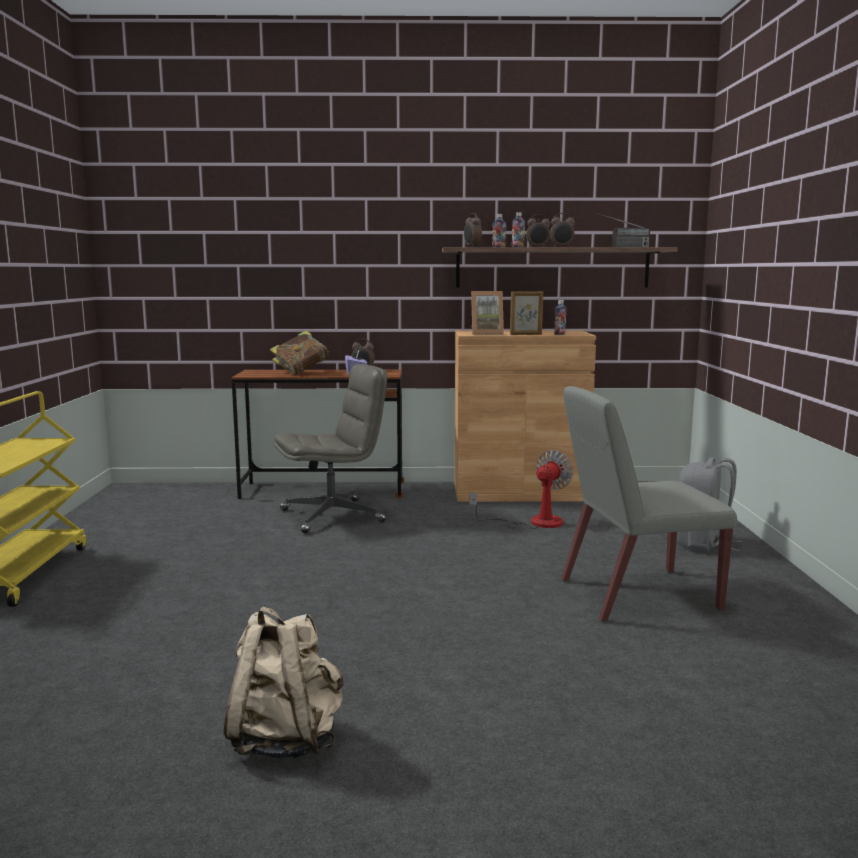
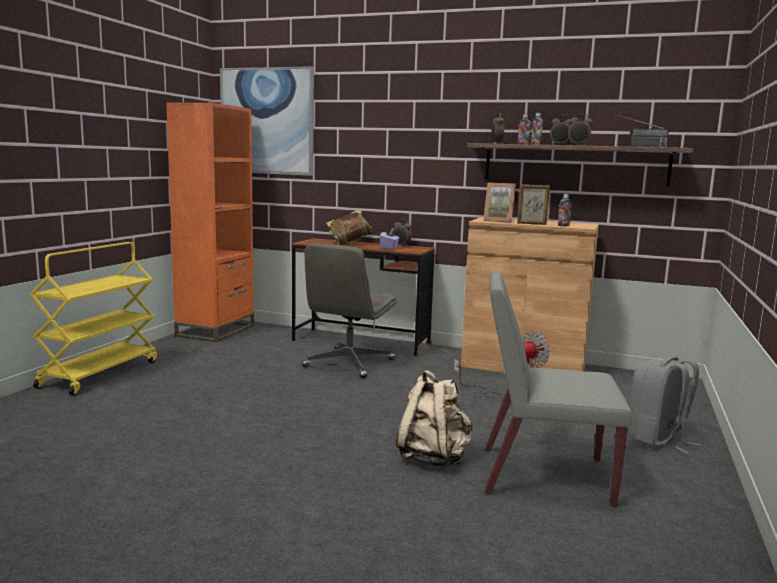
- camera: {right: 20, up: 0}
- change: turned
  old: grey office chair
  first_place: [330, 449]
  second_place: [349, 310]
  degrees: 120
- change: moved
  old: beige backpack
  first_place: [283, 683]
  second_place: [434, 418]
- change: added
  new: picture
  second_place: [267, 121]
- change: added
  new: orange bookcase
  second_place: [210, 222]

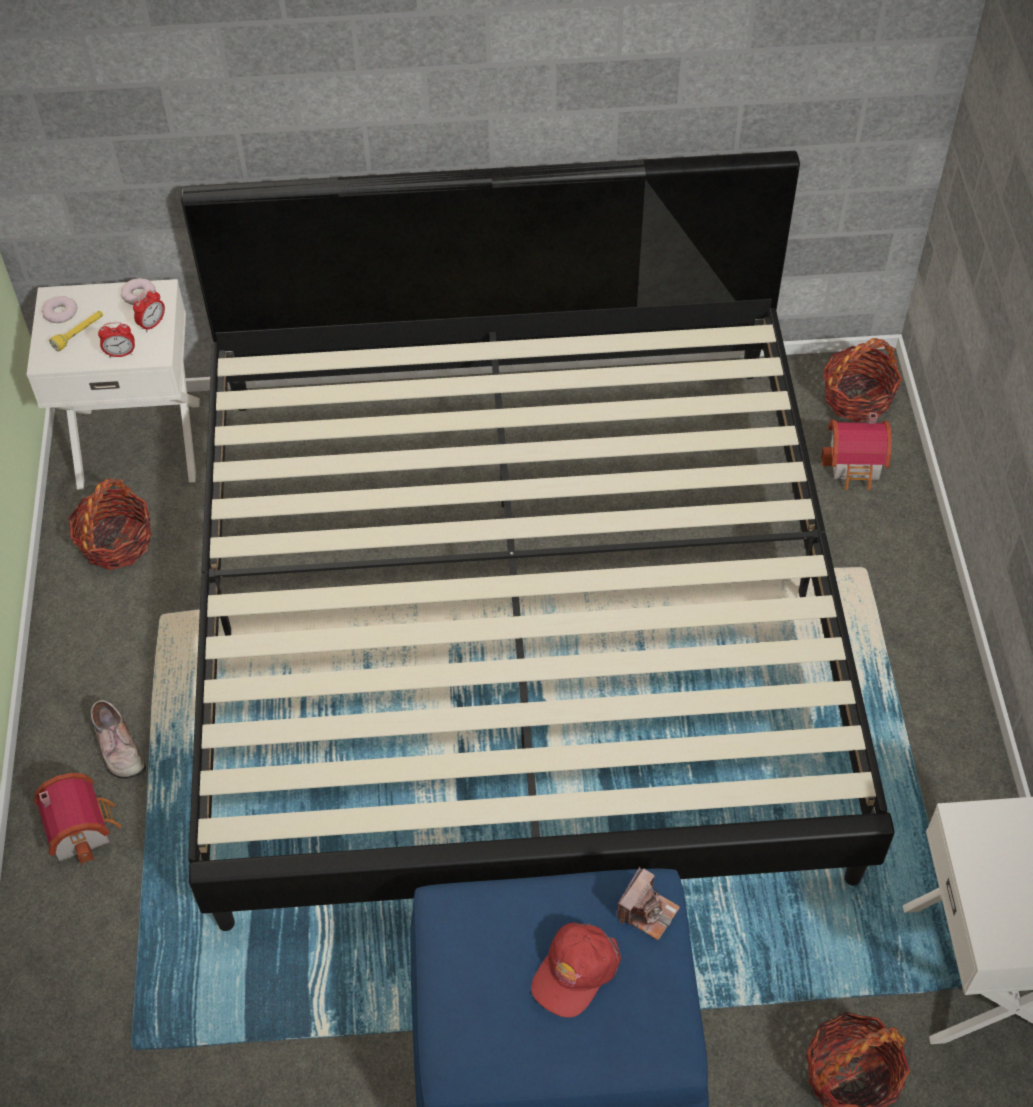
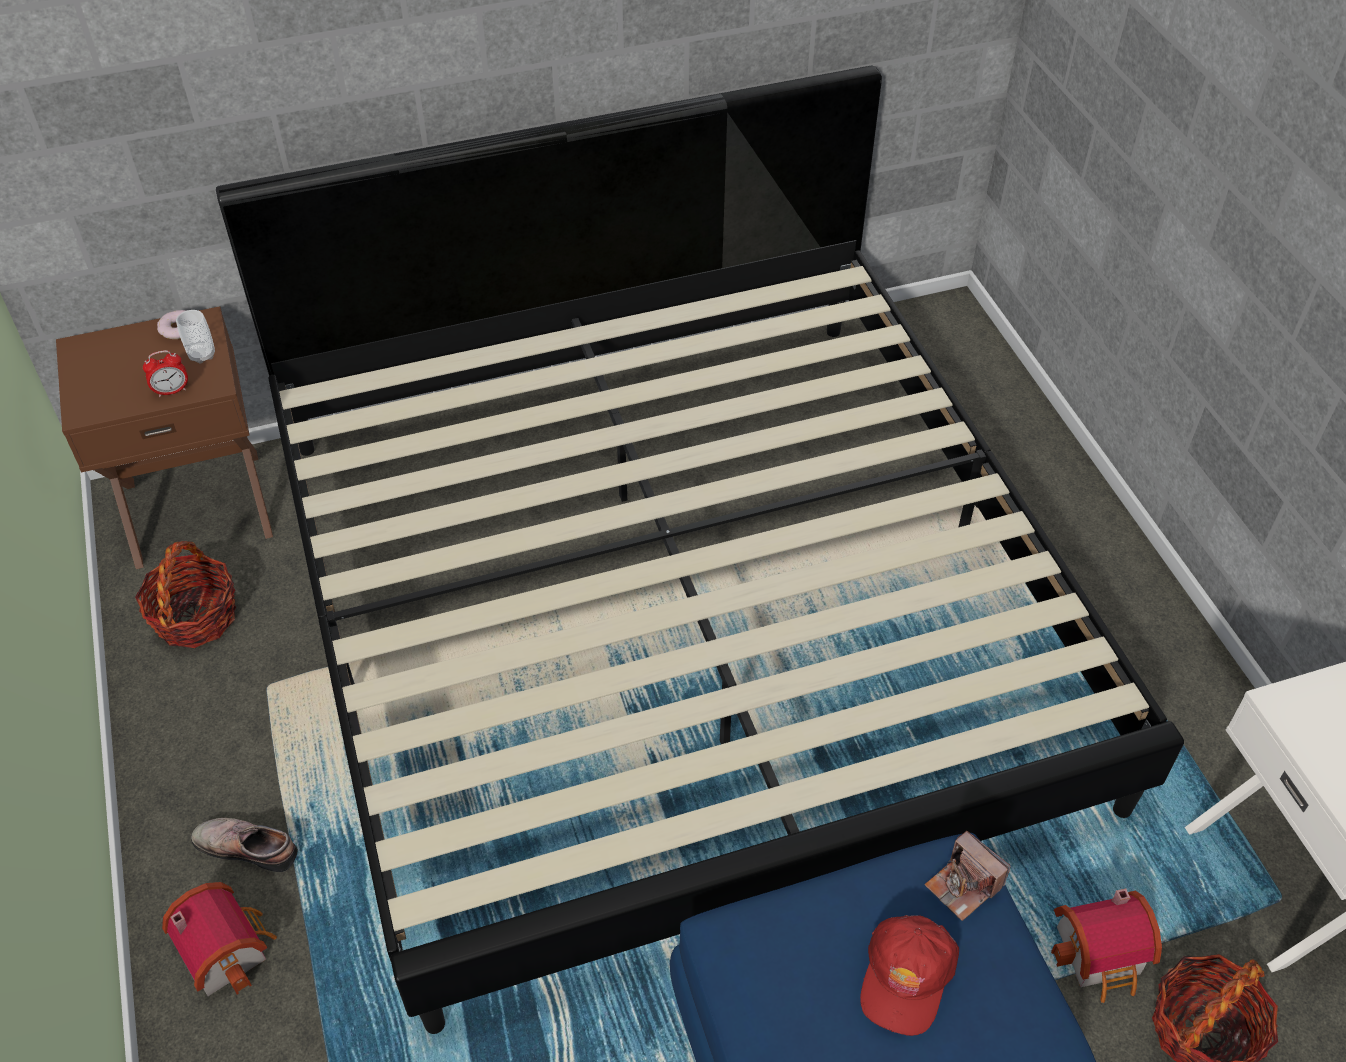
- camera: {right: -15, up: -5}
- change: recoloured
  old: white nightstand
  new: brown nightstand
  first_place: [113, 384]
  second_place: [164, 437]
- change: replaced
  old: alarm clock
  new: cup
  first_place: [149, 310]
  second_place: [195, 337]
- change: removed
  old: donut
  first_place: [60, 309]
- change: removed
  old: yellow flashlight
  first_place: [76, 331]
- change: removed
  old: basket
  first_place: [862, 380]
- change: moved
  old: toy house
  first_place: [856, 451]
  second_place: [1106, 946]
- change: turned
  old: shoe
  first_place: [118, 739]
  second_place: [244, 845]
  degrees: 150
- change: turned
  old: photo camera
  first_place: [648, 903]
  second_place: [967, 876]
  degrees: 120

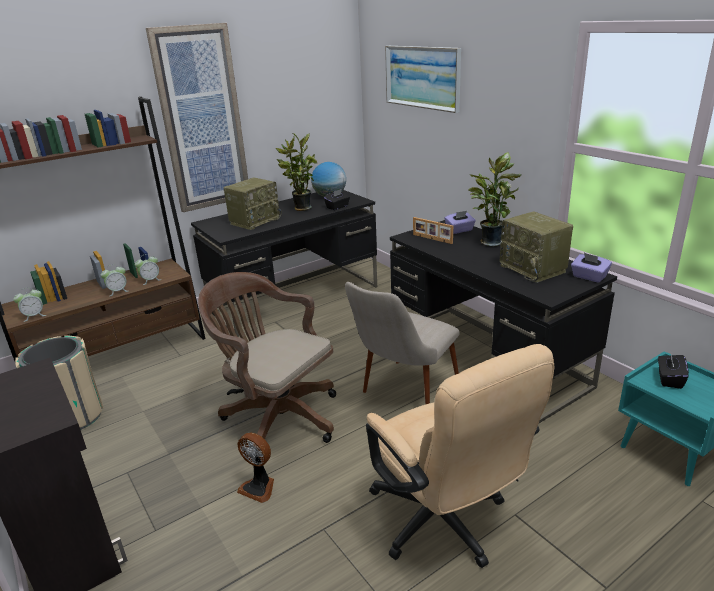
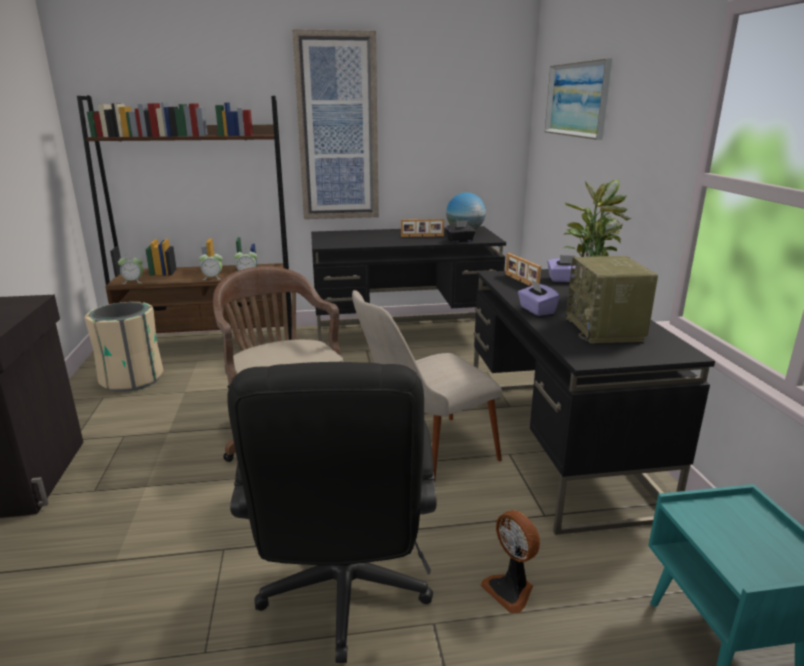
- camera: {right: 25, up: -5}
- change: replaced
  old: potted plant
  new: picture frame
  first_place: [296, 172]
  second_place: [422, 228]
- change: removed
  old: radio
  first_place: [253, 204]
- change: moved
  old: purple tissue box
  first_place: [591, 268]
  second_place: [539, 298]
- change: recoloured
  old: beige office chair
  new: black office chair
  first_place: [460, 456]
  second_place: [332, 512]
- change: removed
  old: black tissue box
  first_place: [673, 371]
- change: moved
  old: fan
  first_place: [255, 468]
  second_place: [510, 561]

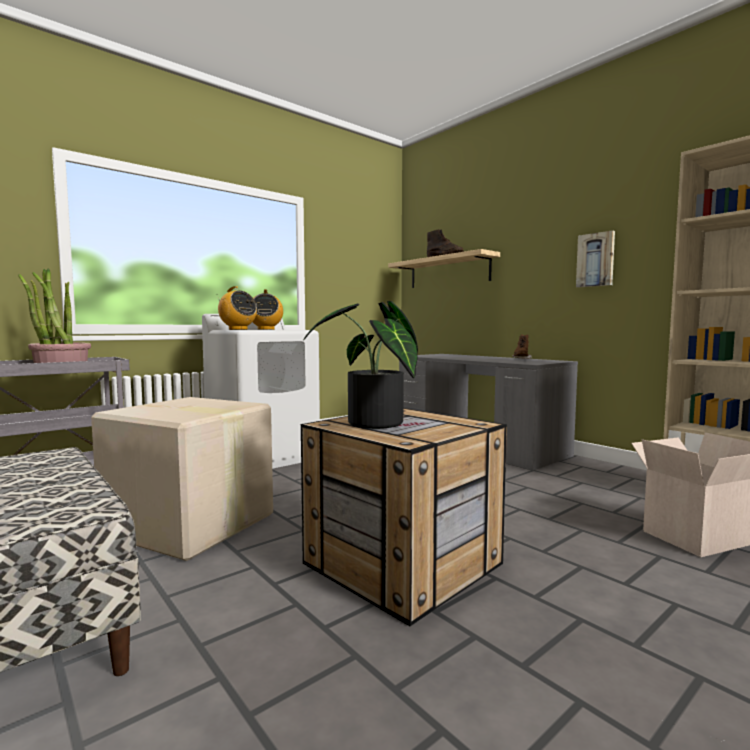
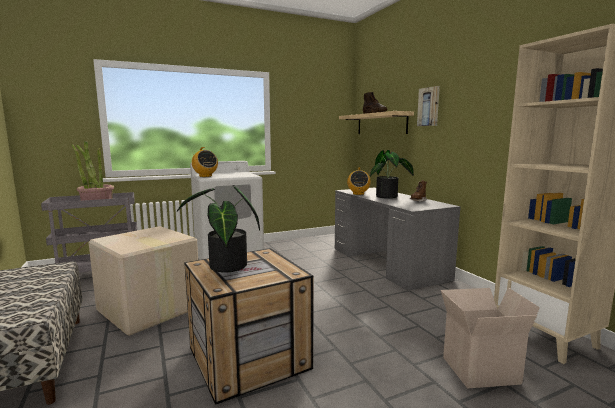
- camera: {right: 15, up: 5}
- change: moved
  old: picture
  first_place: [595, 258]
  second_place: [428, 106]
- change: moved
  old: radio
  first_place: [268, 310]
  second_place: [359, 181]
- change: added
  new: potted plant
  second_place: [392, 174]

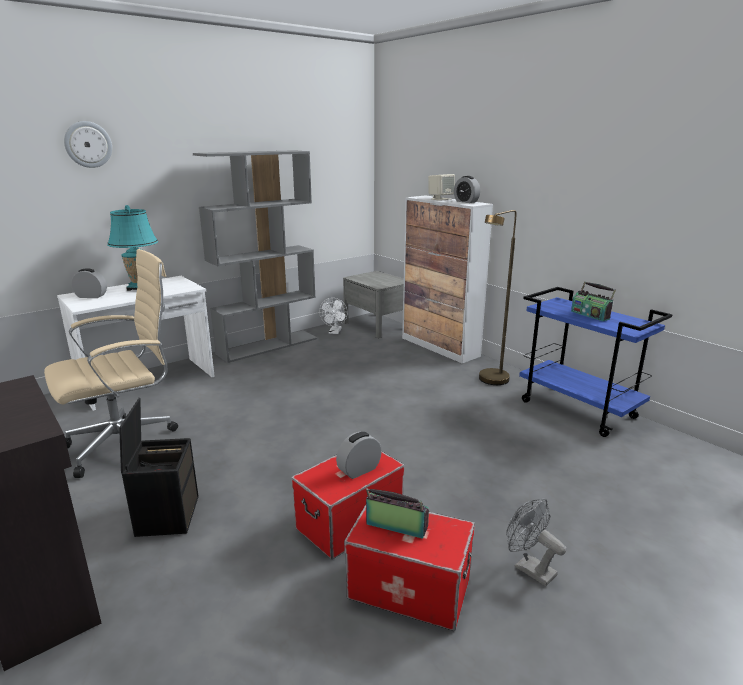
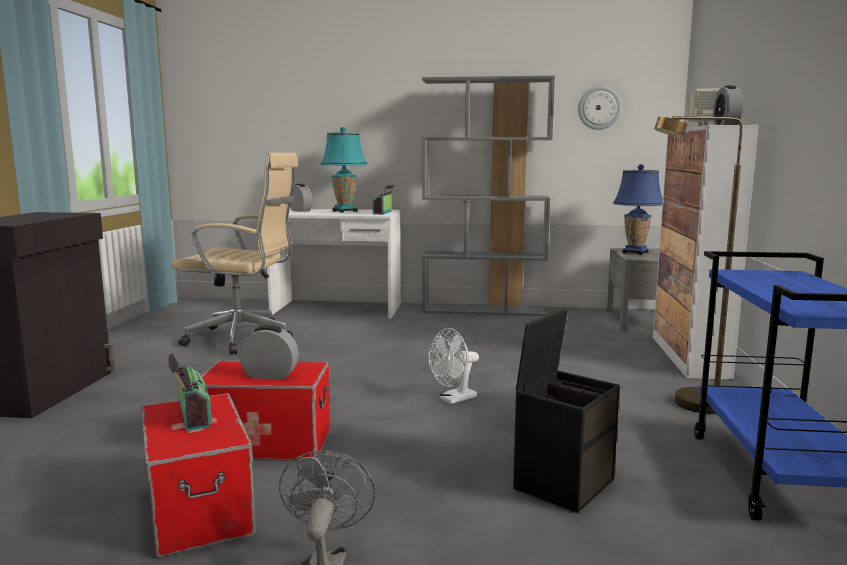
- camera: {right: 45, up: -10}
- change: moved
  old: wall clock
  first_place: [88, 144]
  second_place: [600, 108]
- change: moved
  old: radio
  first_place: [593, 301]
  second_place: [383, 200]
- change: moved
  old: white fan
  first_place: [333, 316]
  second_place: [453, 366]
- change: moved
  old: black storage box
  first_place: [159, 467]
  second_place: [566, 410]
- change: added
  new: blue table lamp
  second_place: [638, 209]

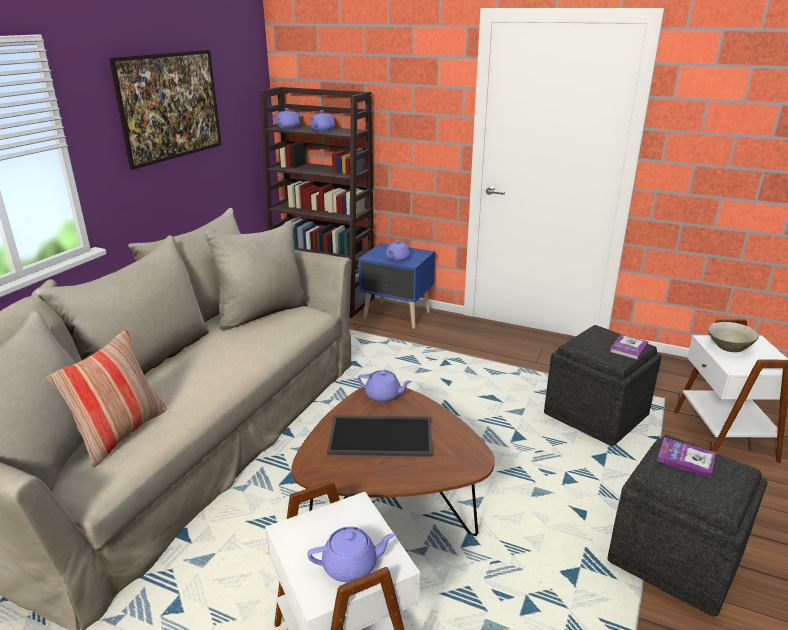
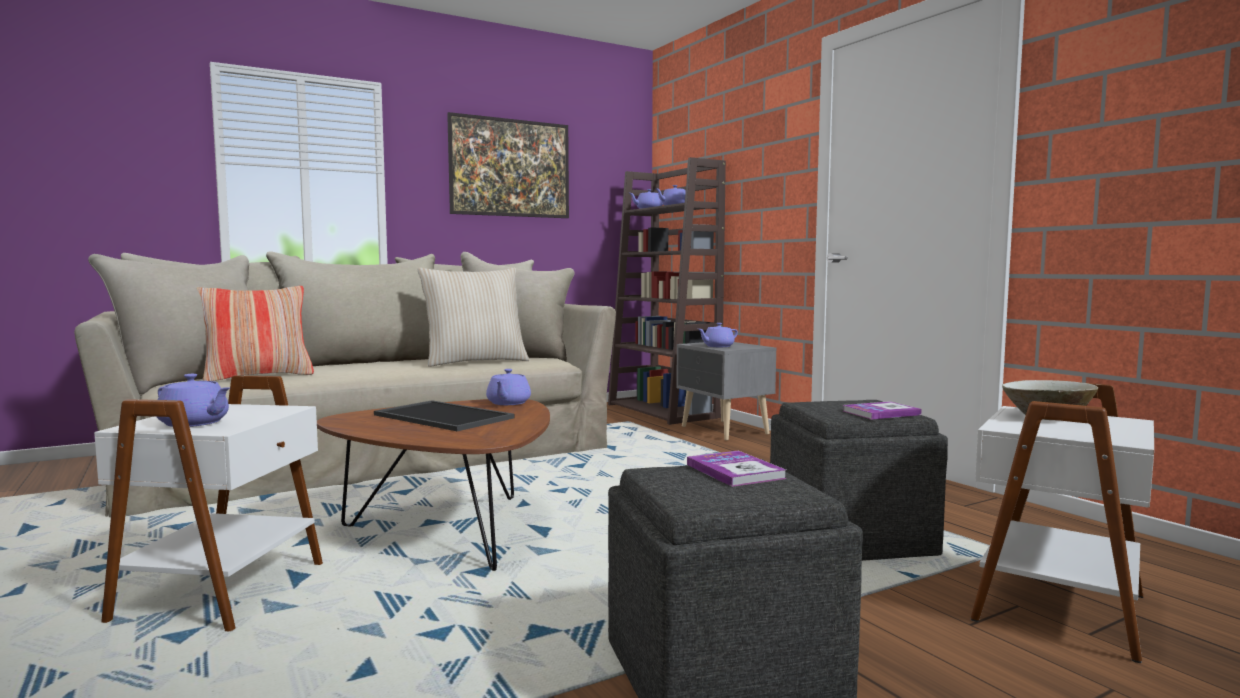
- camera: {right: 35, up: -20}
- change: recoloured
  old: blue nightstand
  new: grey nightstand
  first_place: [396, 286]
  second_place: [726, 391]
- change: turned
  old: purple teapot
  first_place: [384, 386]
  second_place: [508, 387]
  degrees: 45
- change: added
  new: beige pillow
  second_place: [473, 317]

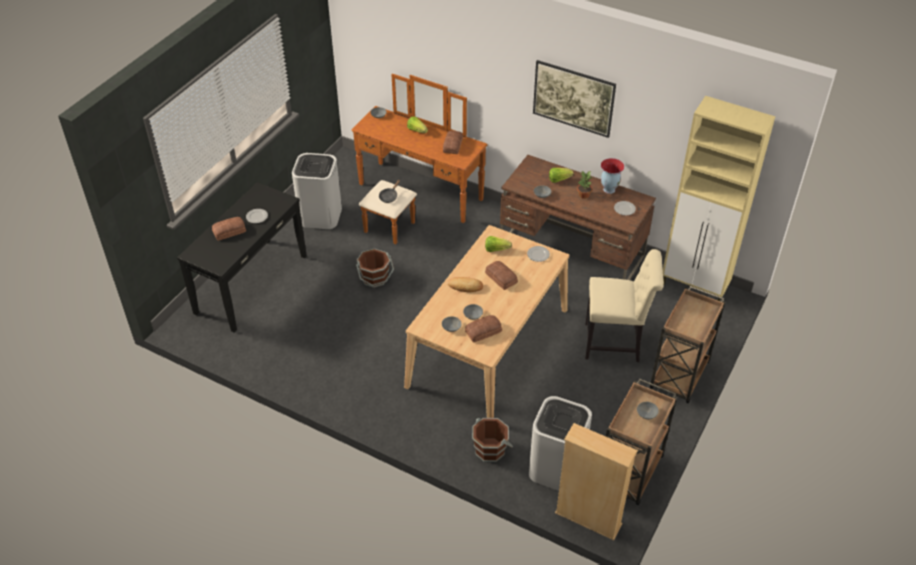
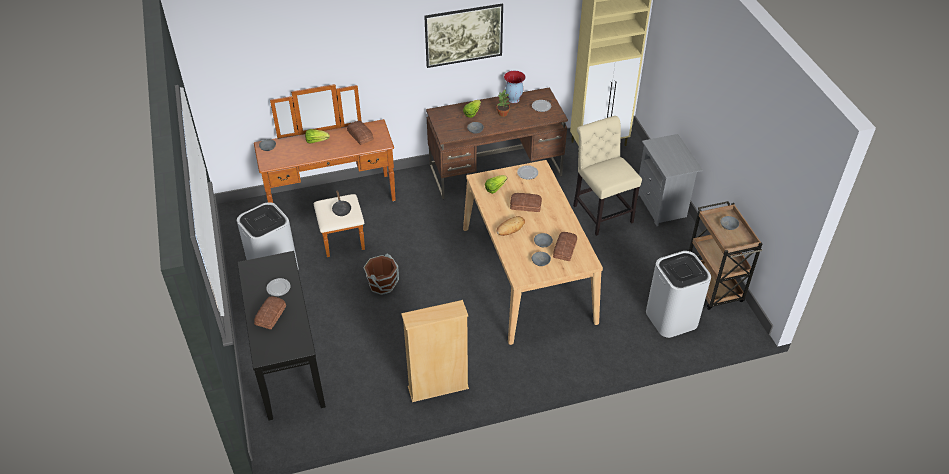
- camera: {right: -45, up: 0}
- change: turned
  old: beige chair
  first_place: [624, 305]
  second_place: [607, 176]
  degrees: -75
- change: replaced
  old: brown cart
  new: grey nightstand
  first_place: [687, 345]
  second_place: [670, 180]
- change: removed
  old: brown bucket
  first_place: [492, 440]
- change: moved
  old: beige bookcase
  first_place: [596, 481]
  second_place: [435, 351]

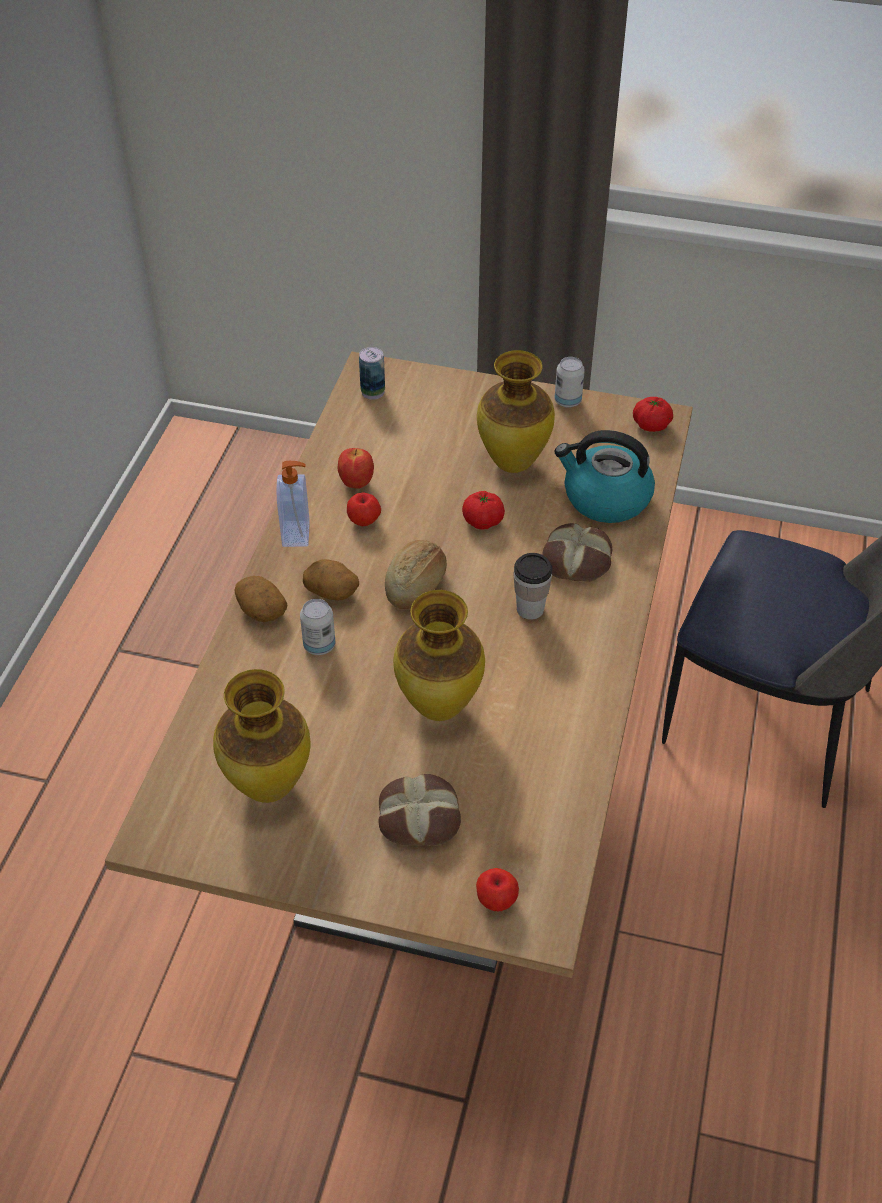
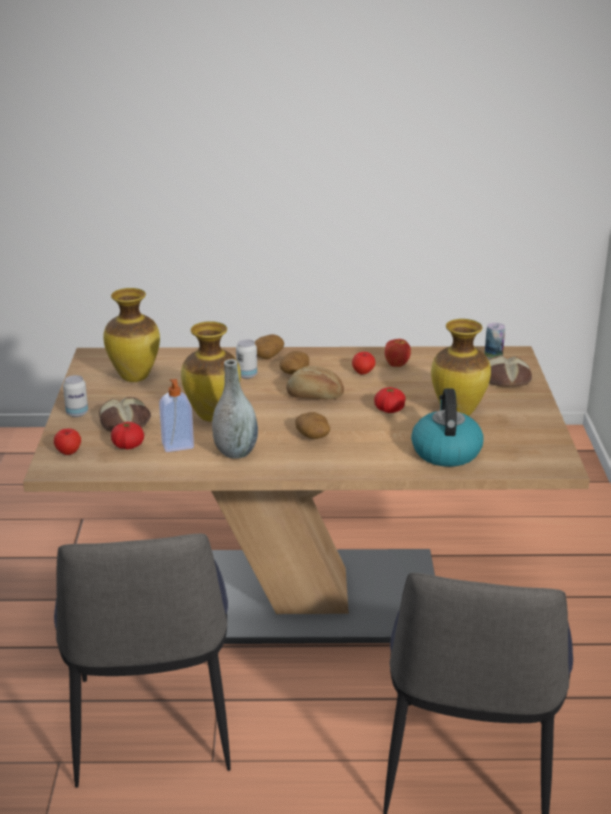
- camera: {right: 75, up: -20}
- change: moved
  old: can
  first_place: [569, 382]
  second_place: [75, 396]
- change: moved
  old: tomato
  first_place: [653, 414]
  second_place: [127, 436]
- change: moved
  old: soap dispenser
  first_place: [293, 504]
  second_place: [176, 415]
- change: moved
  old: bread
  first_place: [577, 552]
  second_place: [510, 371]
- change: replaced
  old: cup
  new: potato
  first_place: [533, 586]
  second_place: [312, 425]
- change: added
  new: grey vase
  second_place: [235, 409]
- change: added
  new: chair
  second_place: [142, 661]

